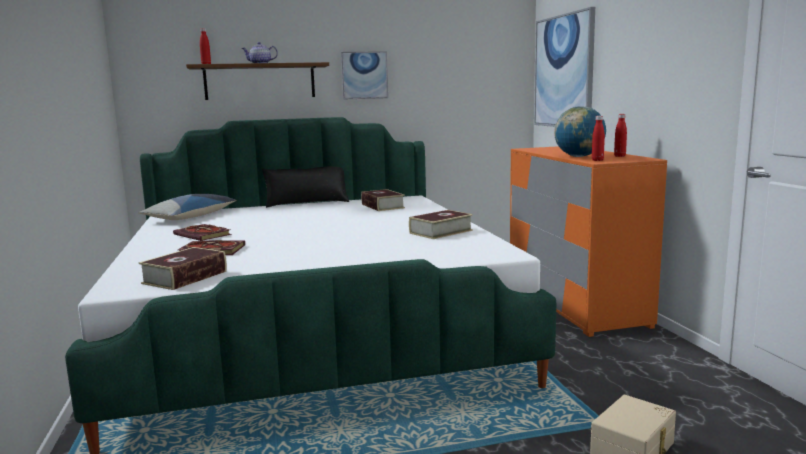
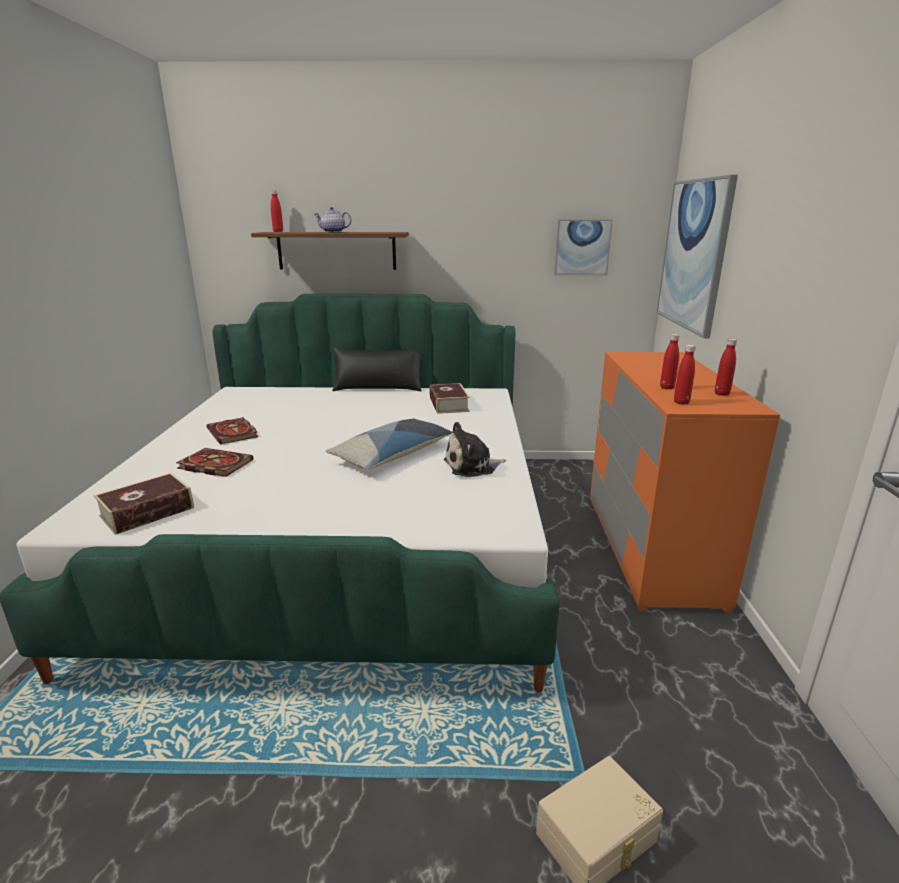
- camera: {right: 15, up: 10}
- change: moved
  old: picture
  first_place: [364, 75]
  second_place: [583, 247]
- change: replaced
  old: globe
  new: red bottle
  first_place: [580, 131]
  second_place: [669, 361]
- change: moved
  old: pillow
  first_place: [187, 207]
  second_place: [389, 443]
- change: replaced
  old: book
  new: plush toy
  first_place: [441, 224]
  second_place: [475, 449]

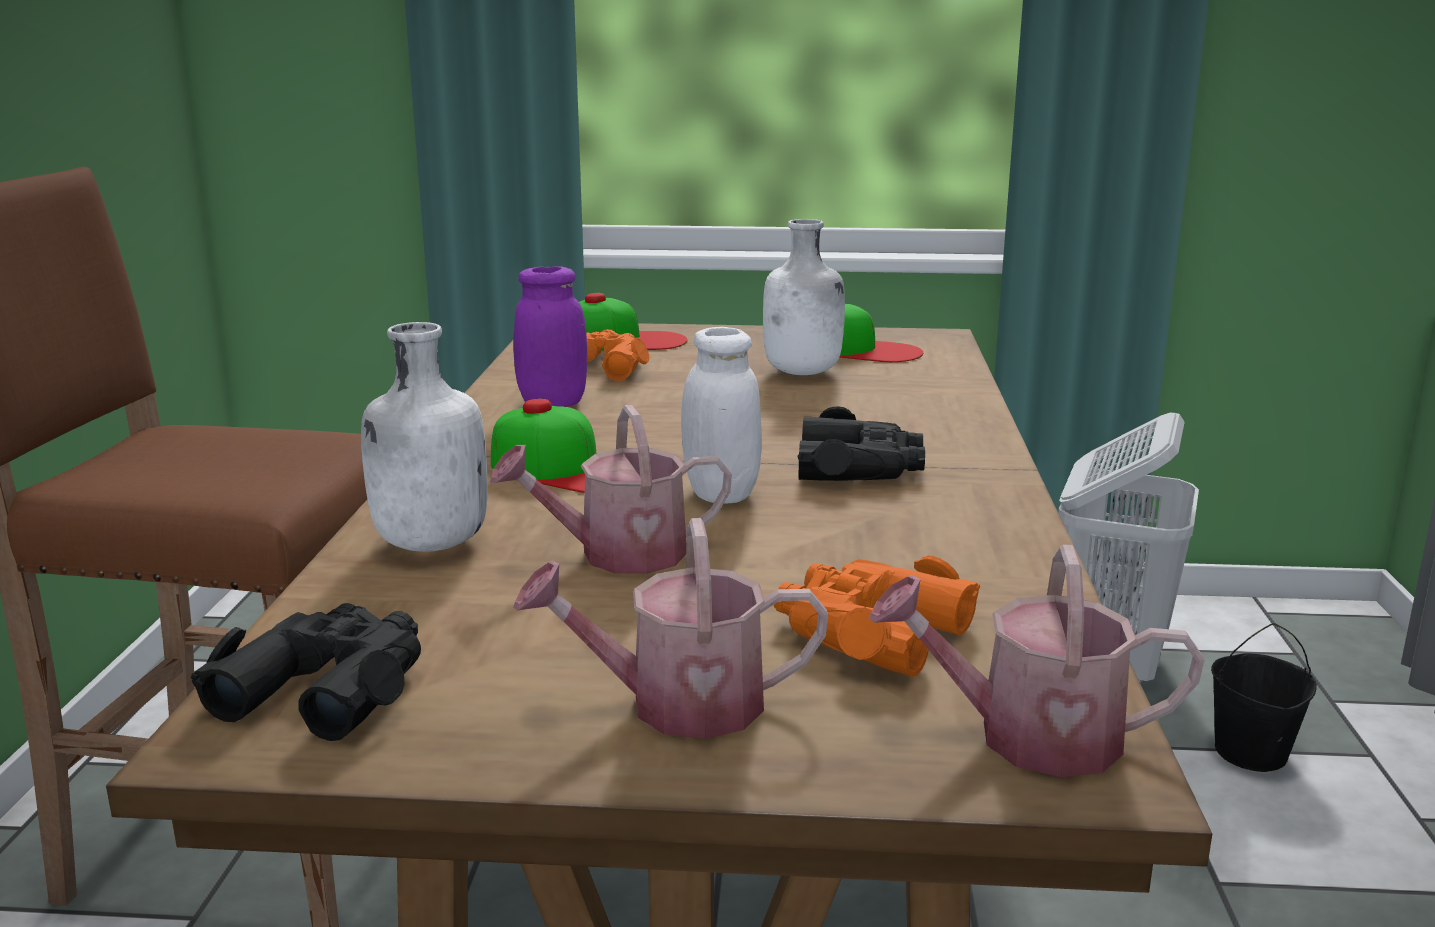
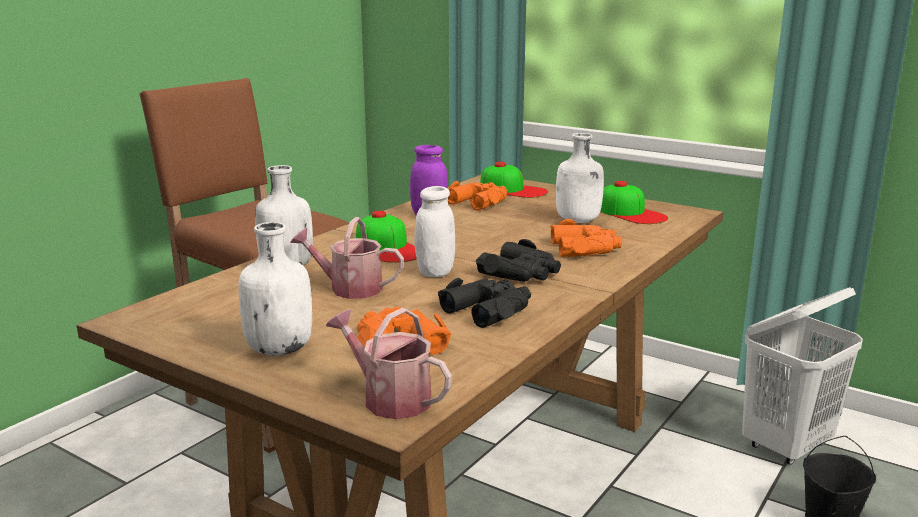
- camera: {right: 30, up: 0}
- change: replaced
  old: watering can
  new: white bottle
  first_place: [670, 628]
  second_place: [275, 289]
- change: moved
  old: black binoculars
  first_place: [305, 672]
  second_place: [484, 303]
- change: added
  new: orange binoculars
  second_place: [586, 238]

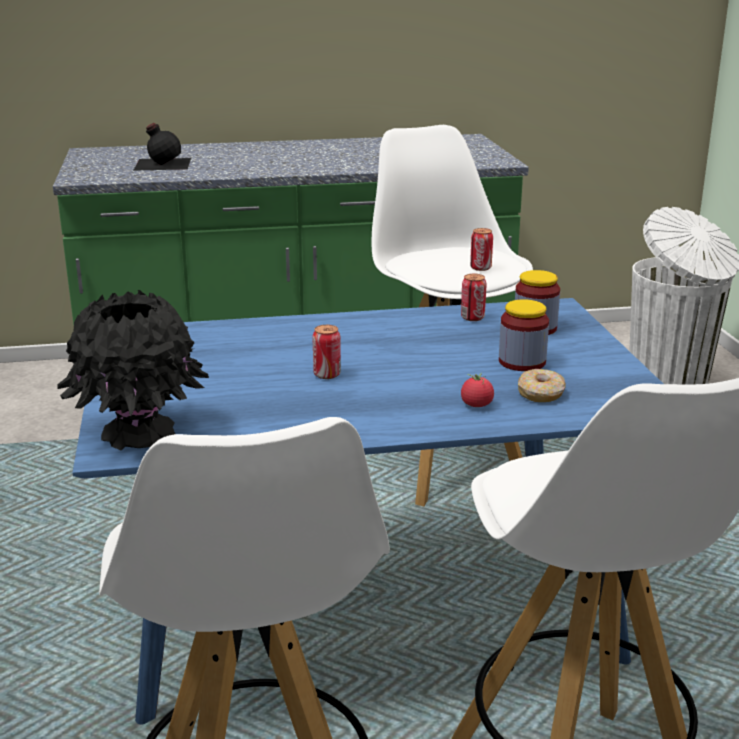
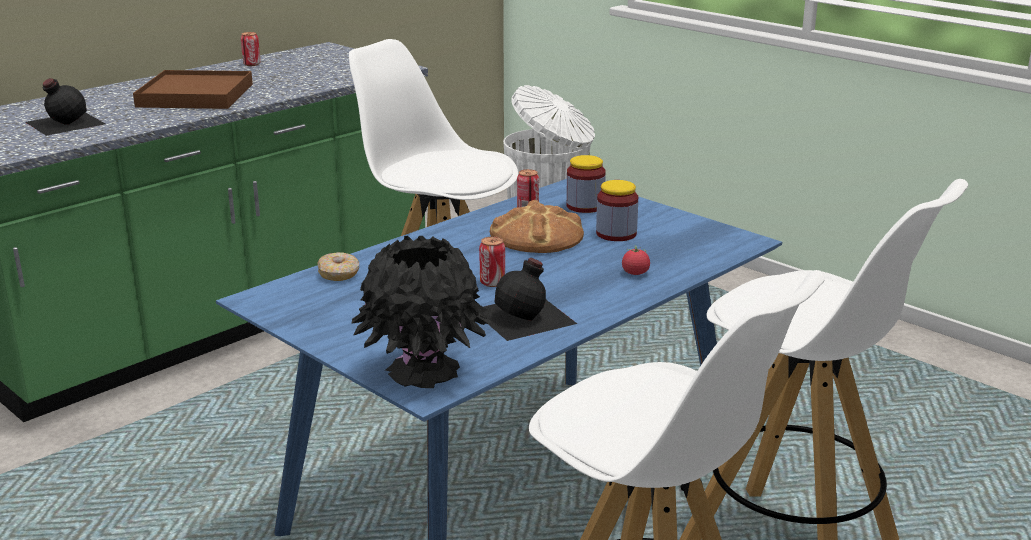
- camera: {right: -35, up: 0}
- change: moved
  old: can
  first_place: [481, 249]
  second_place: [250, 49]
- change: moved
  old: donut
  first_place: [542, 385]
  second_place: [338, 266]
- change: added
  new: brown tray
  second_place: [193, 89]
- change: added
  new: bread
  second_place: [537, 226]
- change: added
  new: black bottle
  second_place: [530, 299]

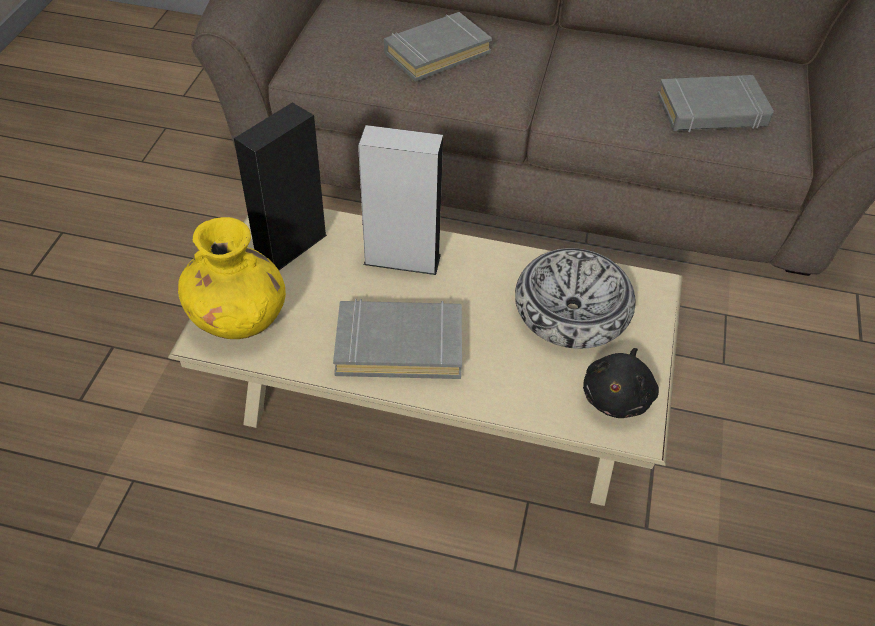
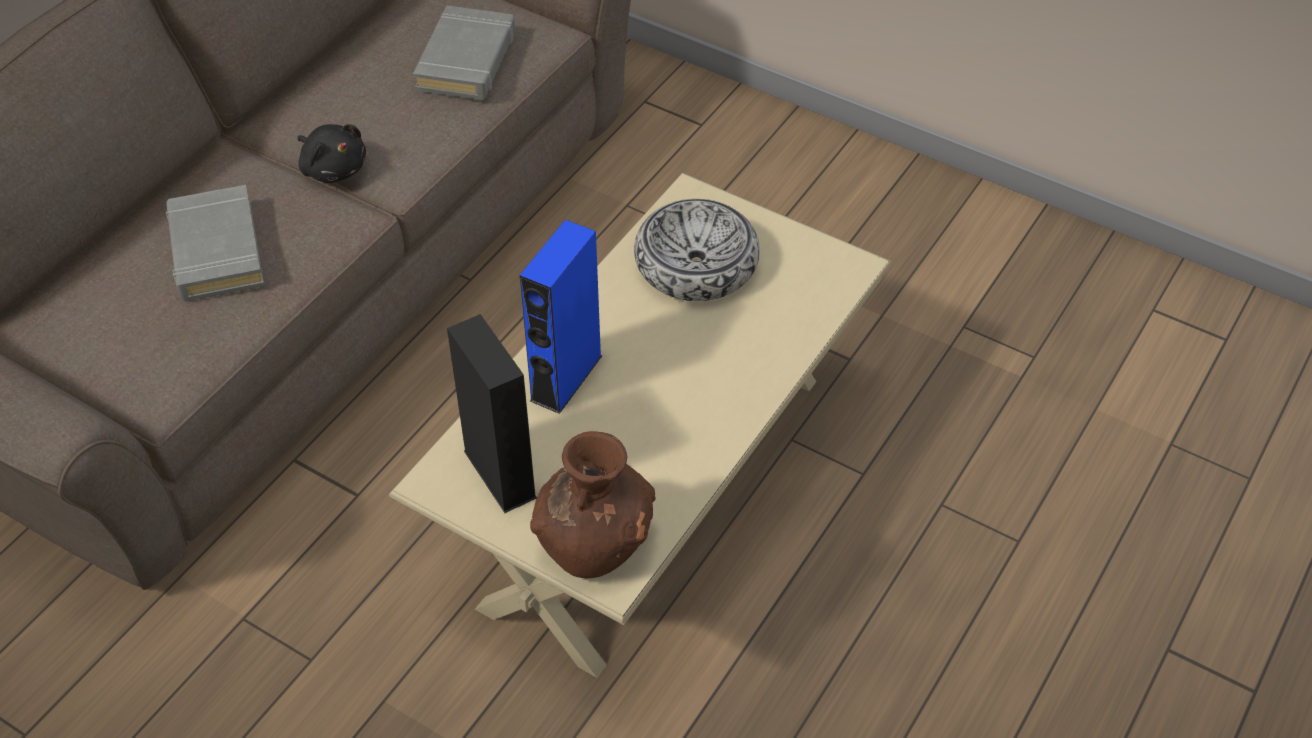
- camera: {right: -70, up: 0}
- change: recoloured
  old: grey speaker
  new: blue speaker
  first_place: [400, 200]
  second_place: [560, 317]
- change: recoloured
  old: yellow vase
  new: brown vase
  first_place: [232, 278]
  second_place: [593, 504]
- change: removed
  old: grey book
  first_place: [397, 339]
- change: moved
  old: black plush toy
  first_place: [621, 383]
  second_place: [331, 153]

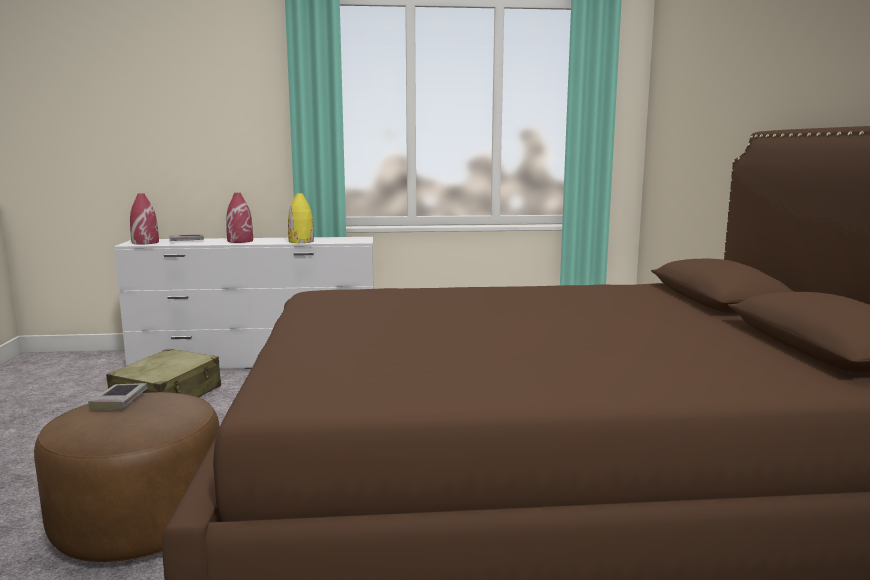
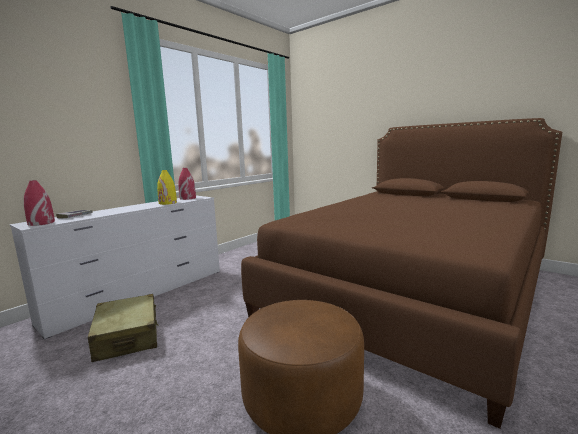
- camera: {right: -45, up: 0}
- change: moved
  old: red vase
  first_place: [239, 218]
  second_place: [187, 184]
- change: removed
  old: book
  first_place: [117, 396]

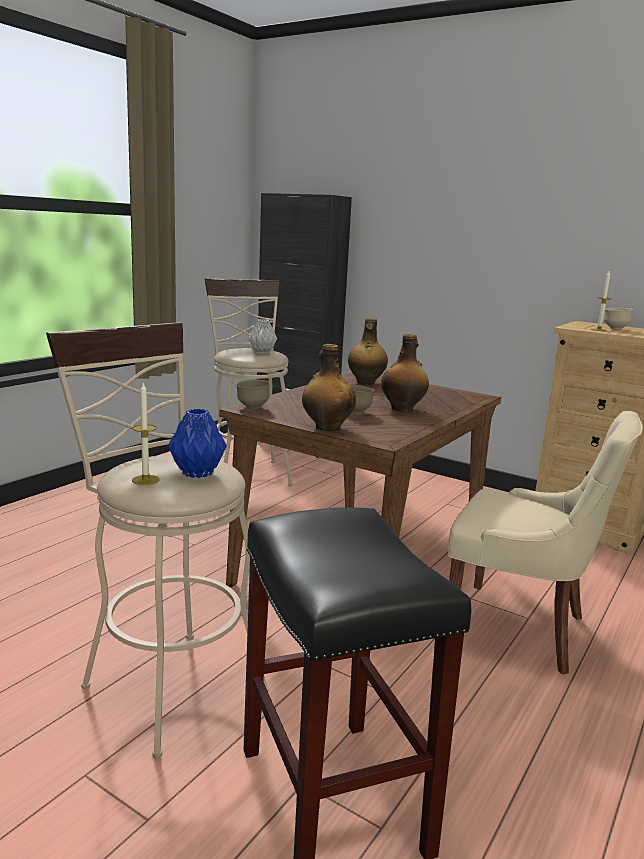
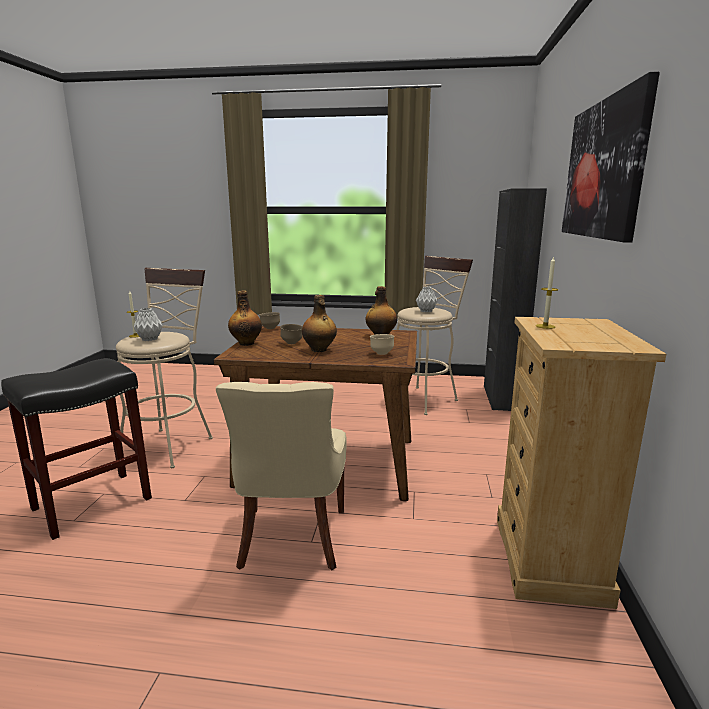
- camera: {right: 65, up: 0}
- change: moved
  old: beige bowl
  first_place: [618, 319]
  second_place: [382, 344]
- change: recoloured
  old: blue vase
  new: grey vase
  first_place: [197, 443]
  second_place: [148, 324]
- change: added
  new: picture
  second_place: [611, 157]

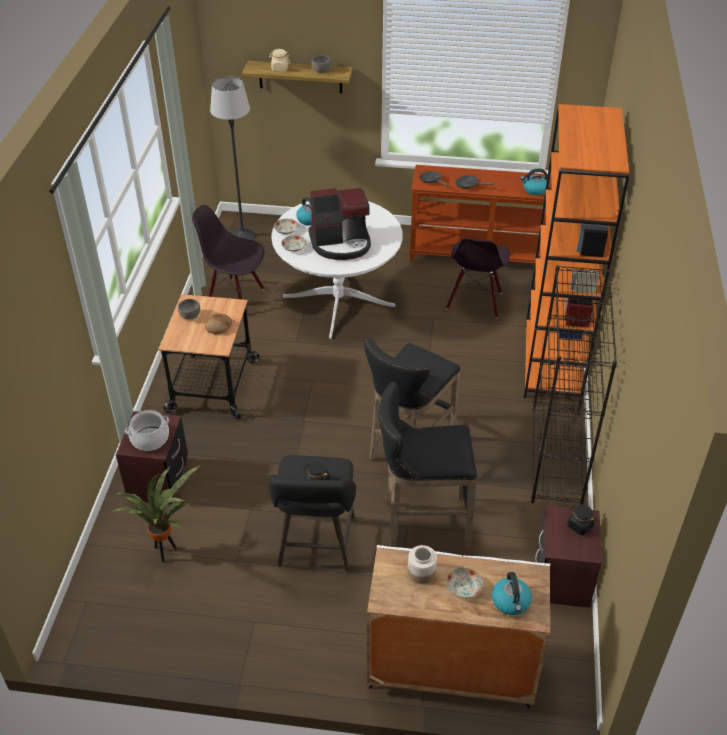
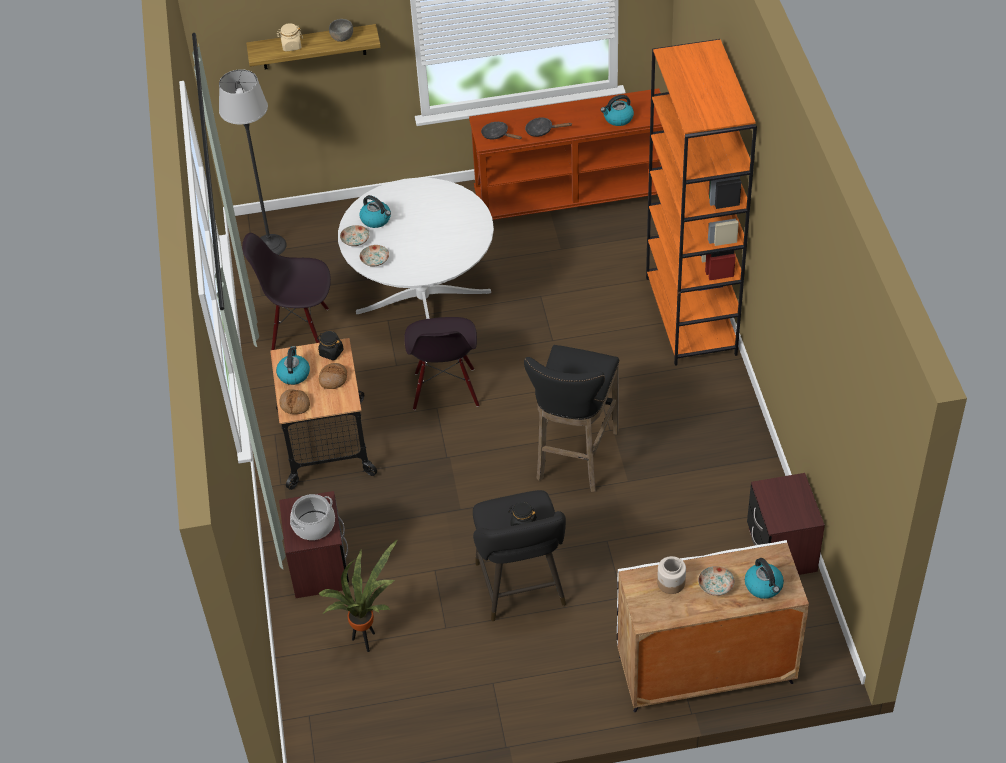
- camera: {right: -15, up: 5}
- change: removed
  old: coffee machine
  first_place: [339, 224]
- change: moved
  old: black chair
  first_place: [478, 278]
  second_place: [441, 363]
- change: removed
  old: black bookcase
  first_place: [574, 385]
- change: replaced
  old: grey bowl
  new: kettle
  first_place: [189, 309]
  second_place: [293, 365]
- change: removed
  old: black stool
  first_place: [428, 465]
- change: moved
  old: black jar
  first_place: [581, 519]
  second_place: [330, 345]
- change: added
  new: bread
  second_place: [294, 401]

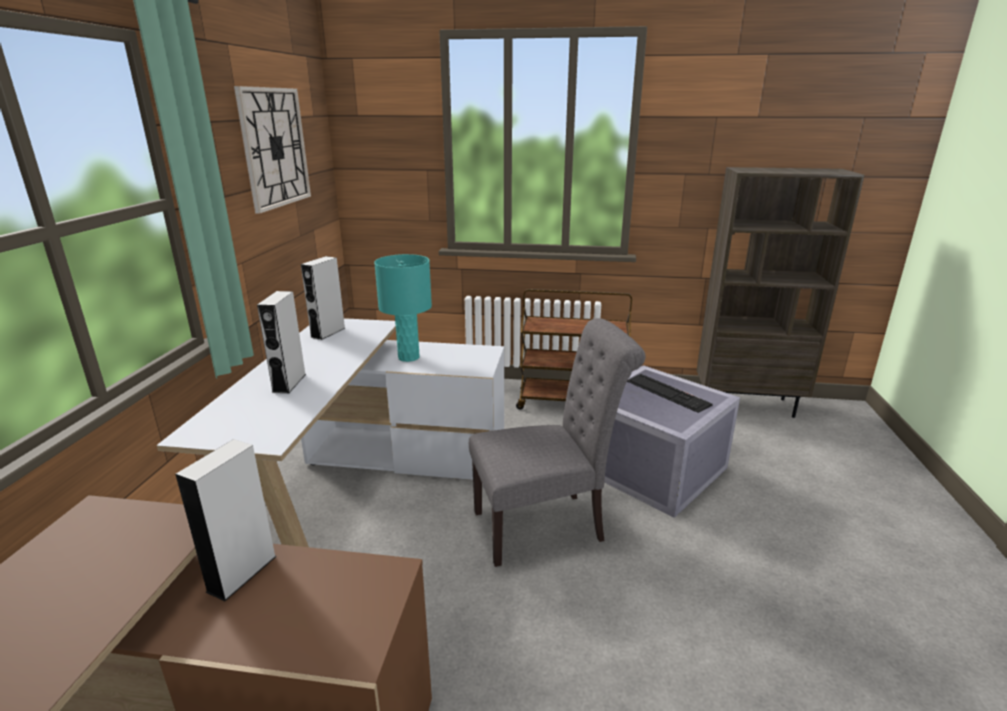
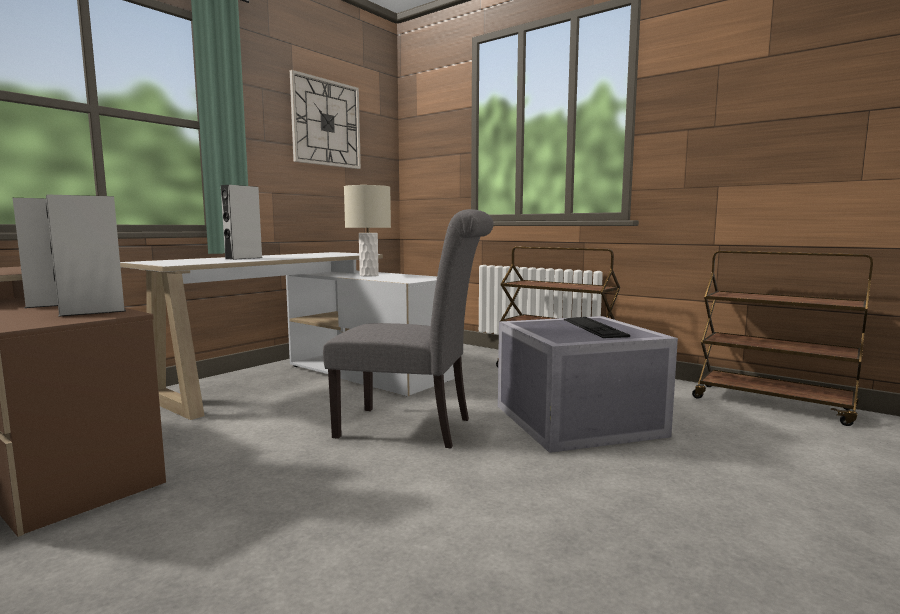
- camera: {right: 30, up: -15}
- change: replaced
  old: brown bookcase
  new: brown cart
  first_place: [780, 292]
  second_place: [782, 338]
- change: recoloured
  old: turquoise table lamp
  new: beige table lamp
  first_place: [403, 308]
  second_place: [367, 230]
- change: moved
  old: grey speaker
  first_place: [323, 298]
  second_place: [86, 255]

